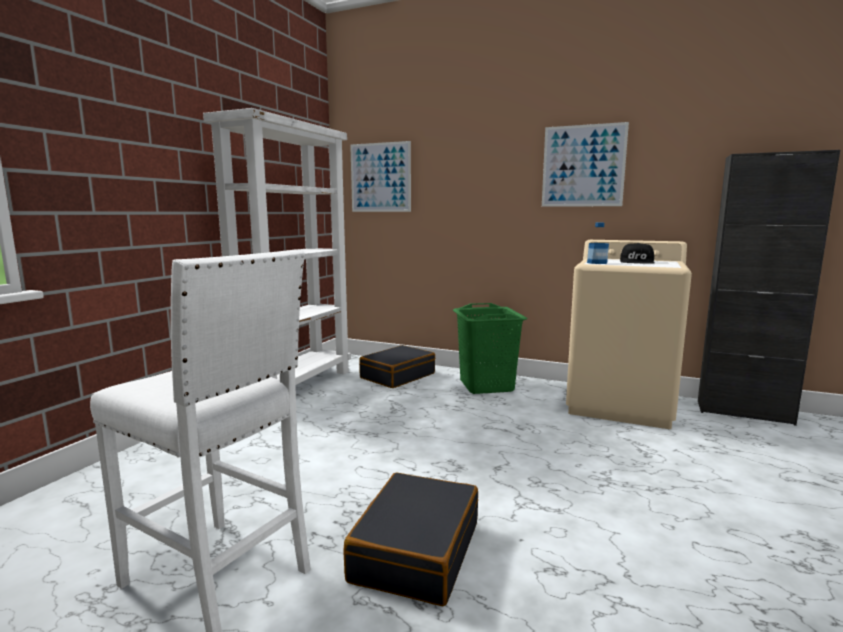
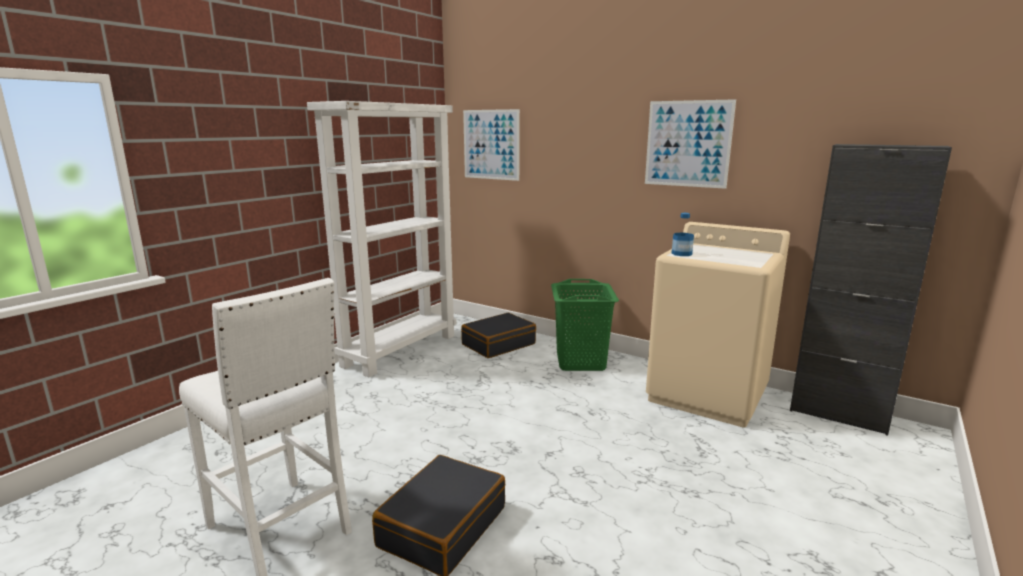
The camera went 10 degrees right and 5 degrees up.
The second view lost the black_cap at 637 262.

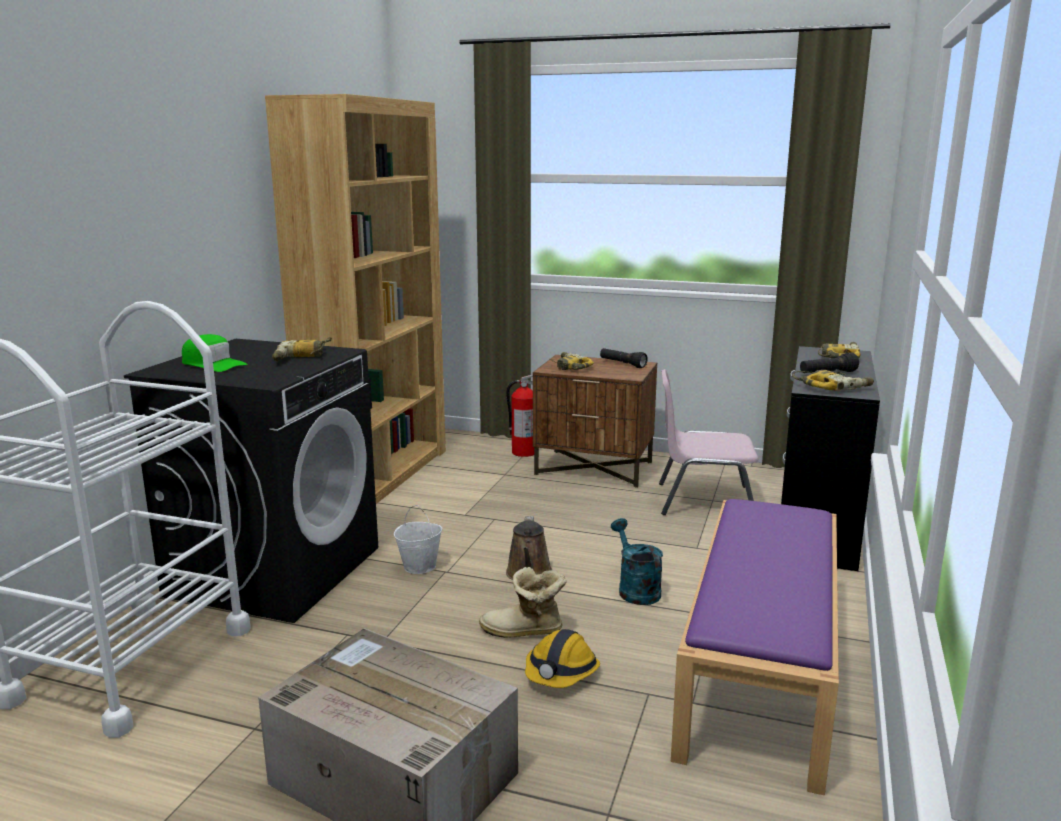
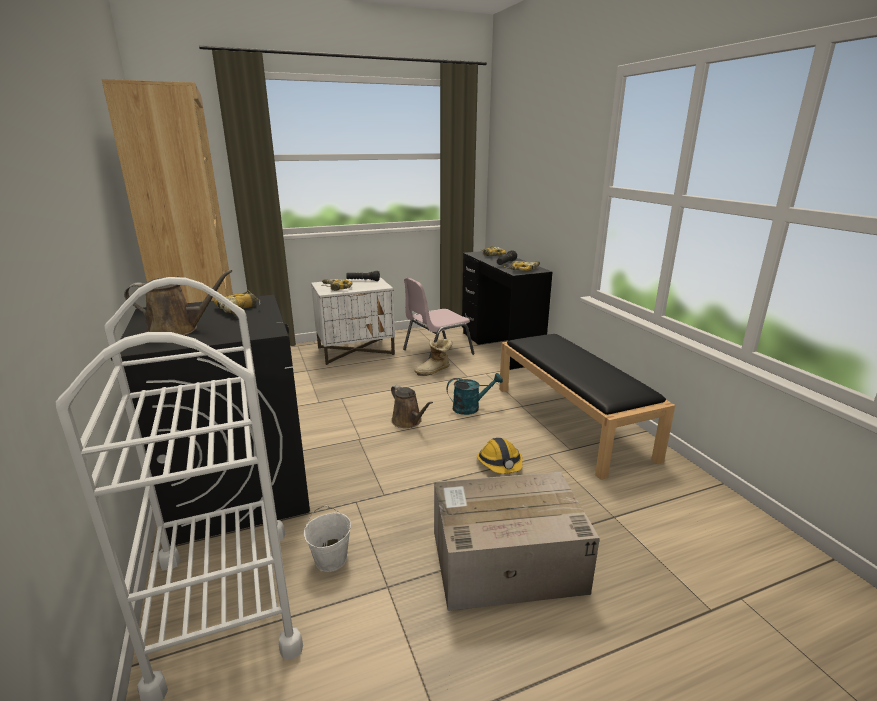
The camera went 40 degrees left and 5 degrees up.
Where the green_cap stood at 213 364, the brown_watering_can came to stand at 178 330.
What was the brown_nightstand at 594 468 turned into the white_nightstand at 356 351.
The second view lost the fire_extinguisher at 523 452.
What was the purple_bench at 761 668 turned into the black_bench at 572 421.
The white_bucket ended up elsewhere, having gone from 420 566 to 331 559.
The turquoise_watering_can at 635 589 ended up facing another way, 135 degrees clockwise from before.
The boot ended up elsewhere, having gone from 523 632 to 434 371.

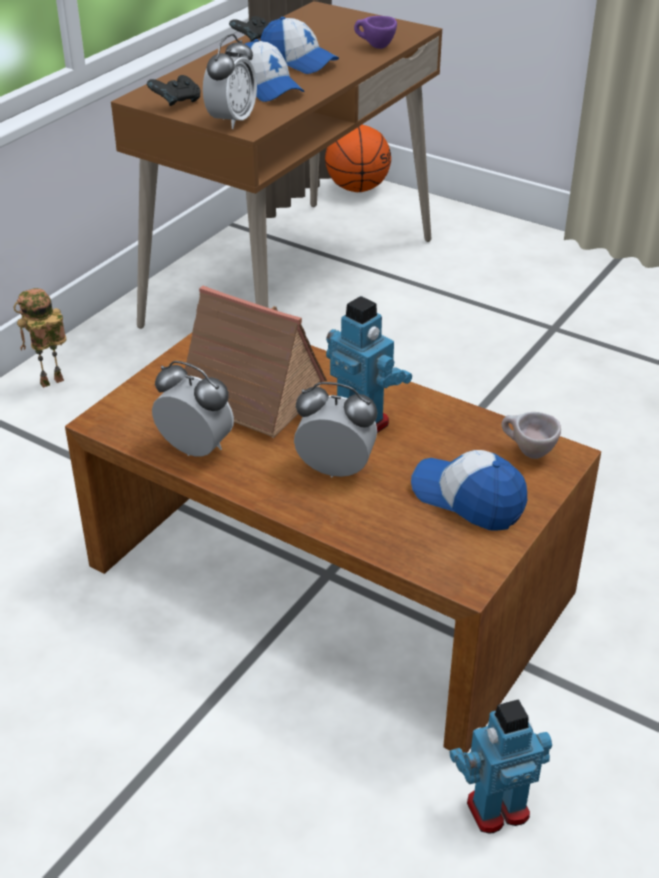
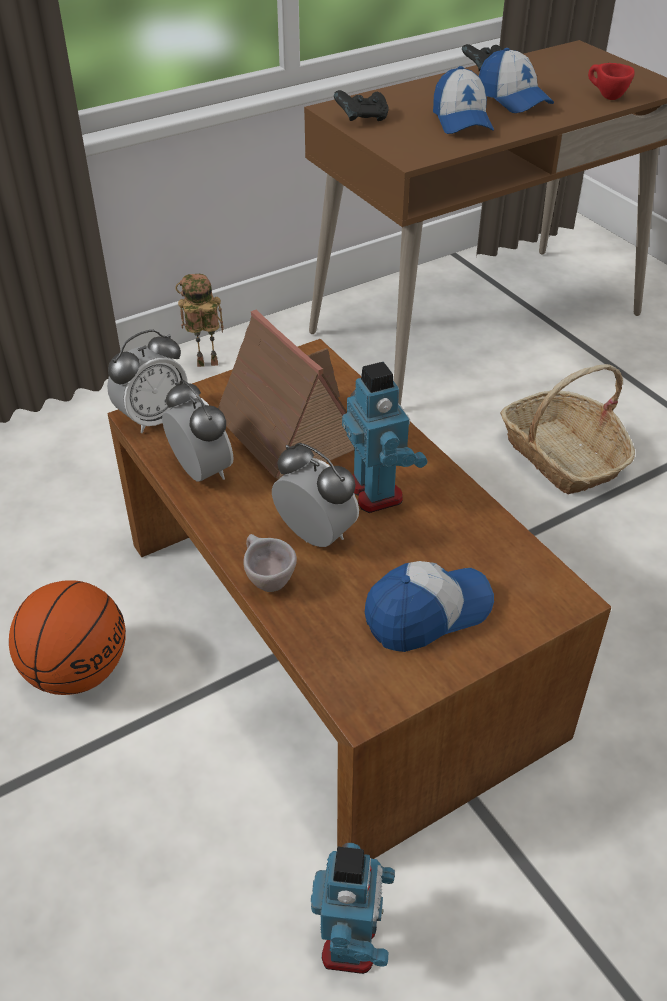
The camera went 25 degrees right and 5 degrees up.
What was the purple_cup at 374 46 turned into the red_cup at 606 97.
The alarm_clock ended up elsewhere, having gone from 232 121 to 153 418.
The basketball ended up elsewhere, having gone from 357 188 to 78 670.
The beige_cup ended up elsewhere, having gone from 527 452 to 266 580.
The cap at 468 499 ended up facing another way, 90 degrees clockwise from before.
The toy_robot at 496 807 ended up facing another way, 90 degrees clockwise from before.
The second view gained the basket at 562 456.

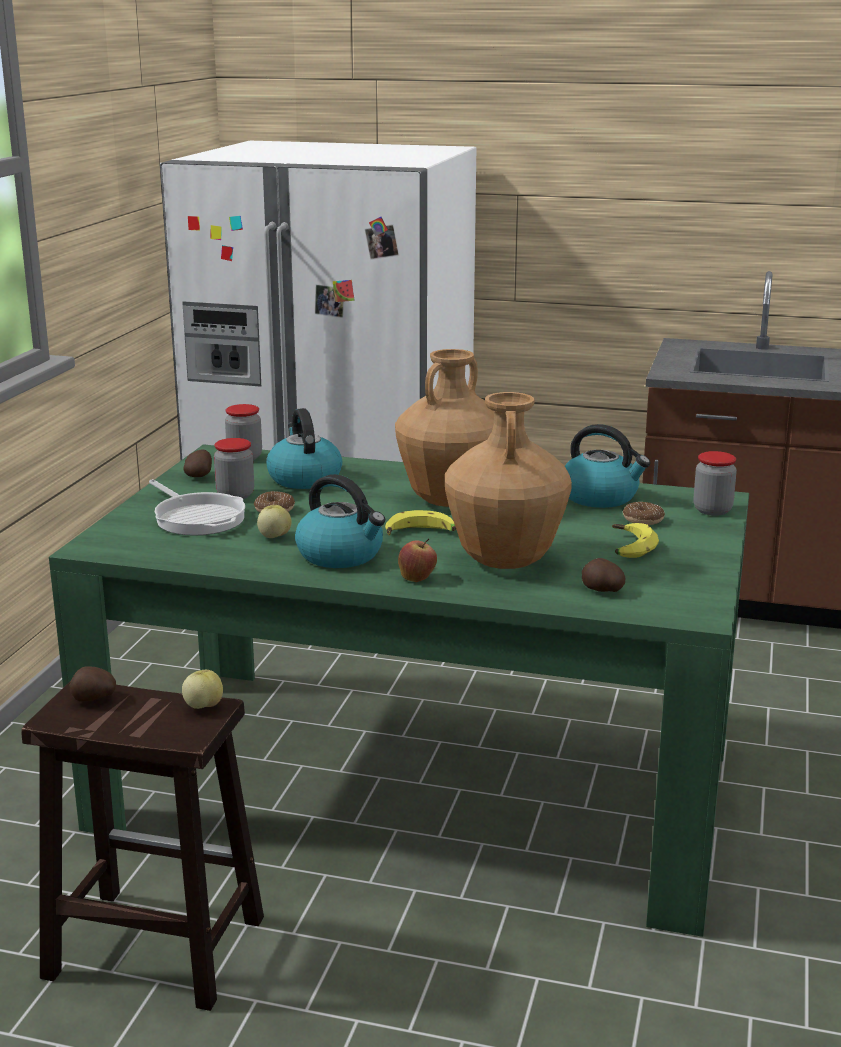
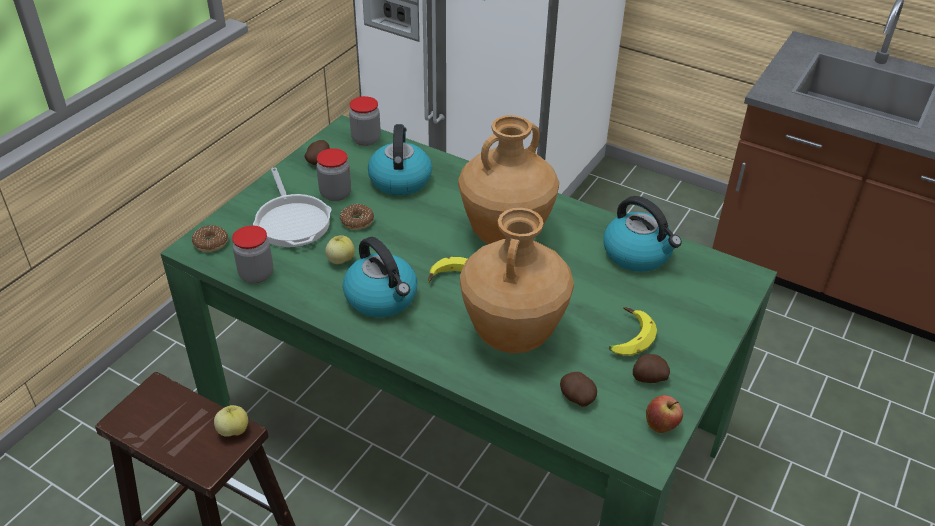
The camera went 15 degrees right and 20 degrees up.
The jar ended up elsewhere, having gone from 712 510 to 256 274.
The donut ended up elsewhere, having gone from 643 520 to 210 243.
The apple ended up elsewhere, having gone from 417 579 to 661 426.
The potato ended up elsewhere, having gone from 94 699 to 648 378.

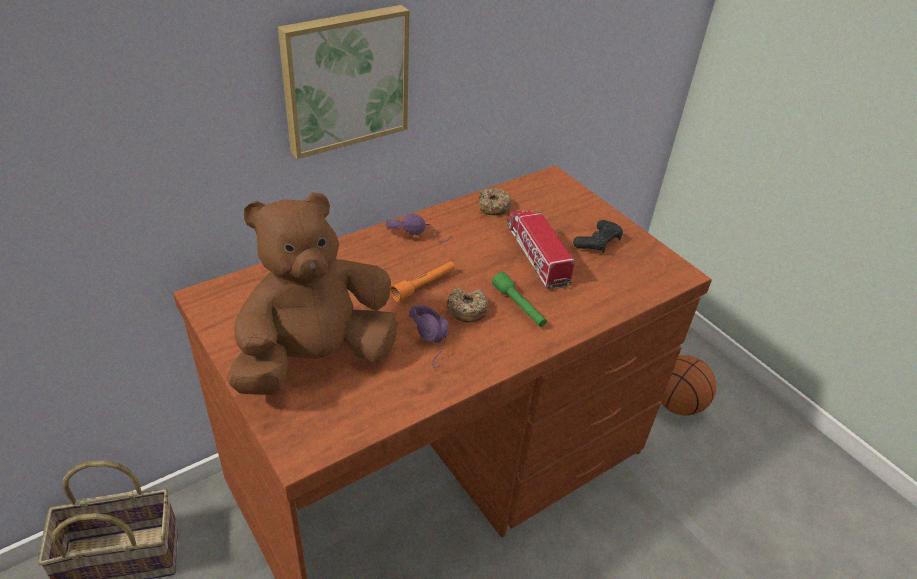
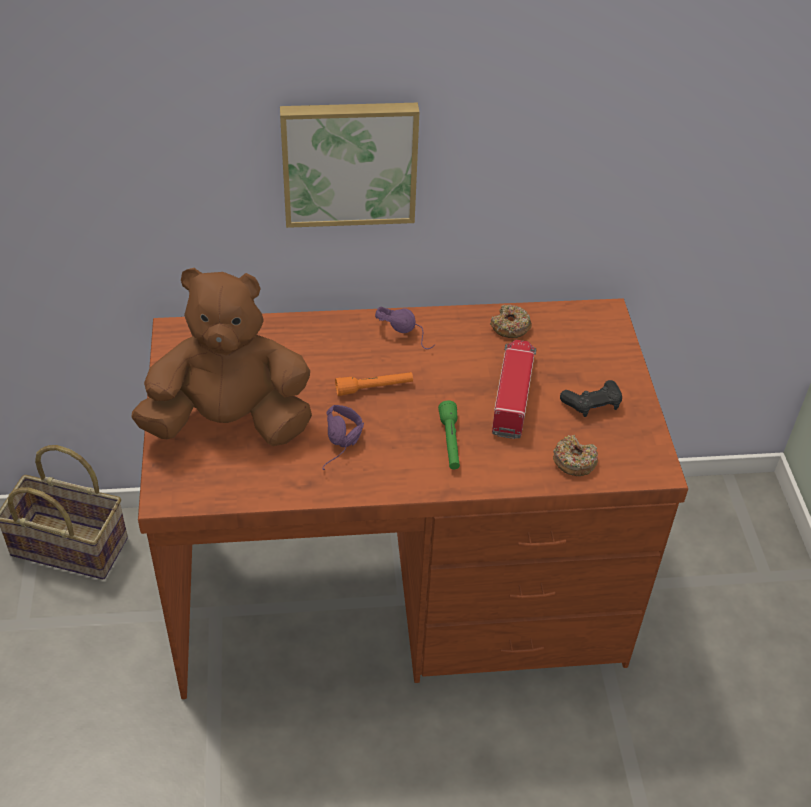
The camera went 30 degrees right and 5 degrees up.
The donut ended up elsewhere, having gone from 466 310 to 574 461.
The second view lost the basketball at 677 404.

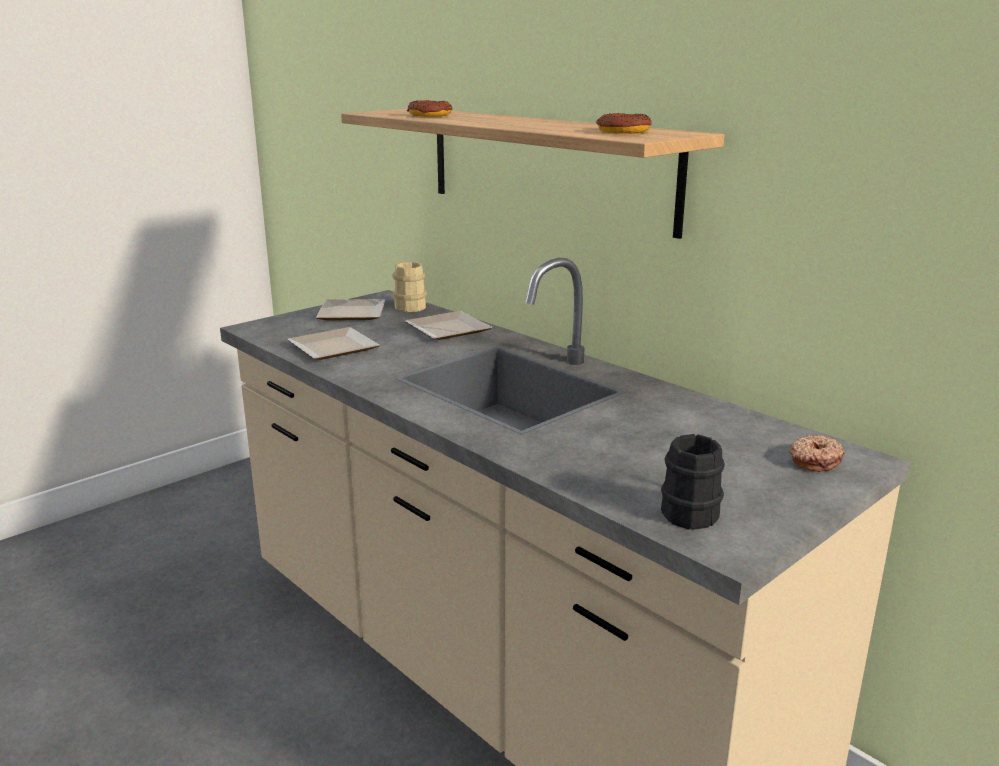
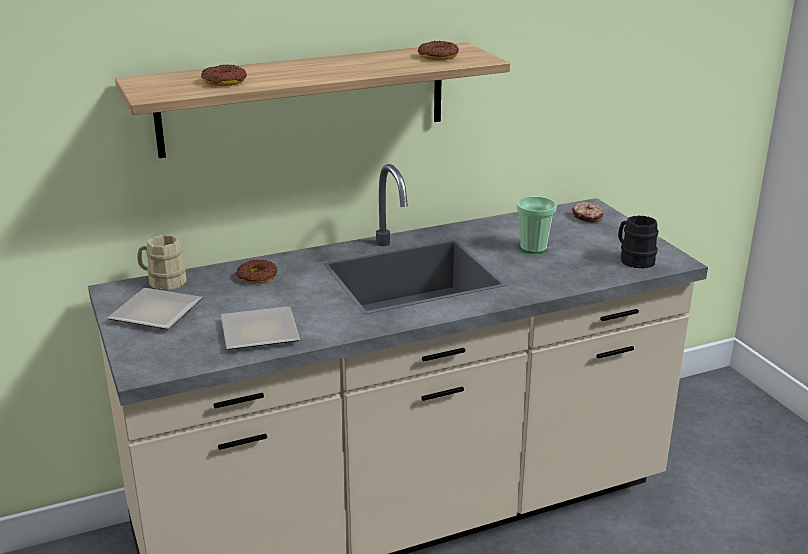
The camera went 70 degrees left and 5 degrees up.
Where the plate stood at 445 330, the donut came to stand at 257 277.
The second view gained the cup at 533 248.

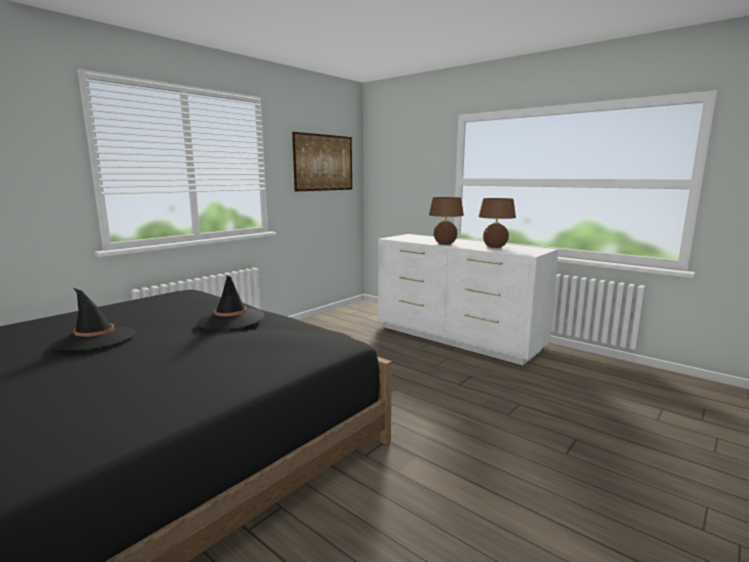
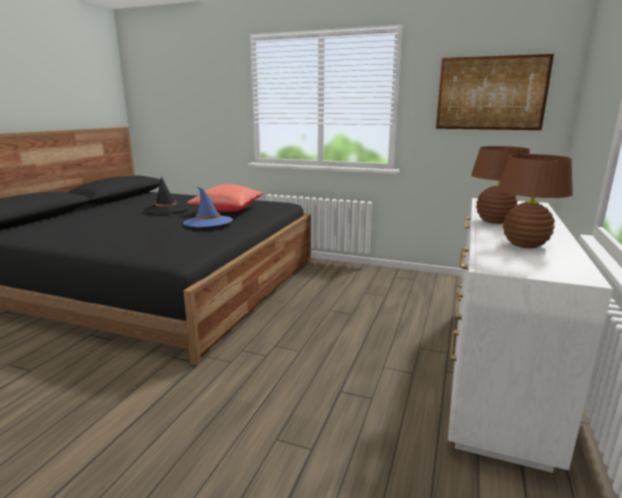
The camera went 70 degrees right and 5 degrees up.
What was the black_hat at 231 320 turned into the blue_hat at 208 222.
The second view gained the red_pillow at 227 210.

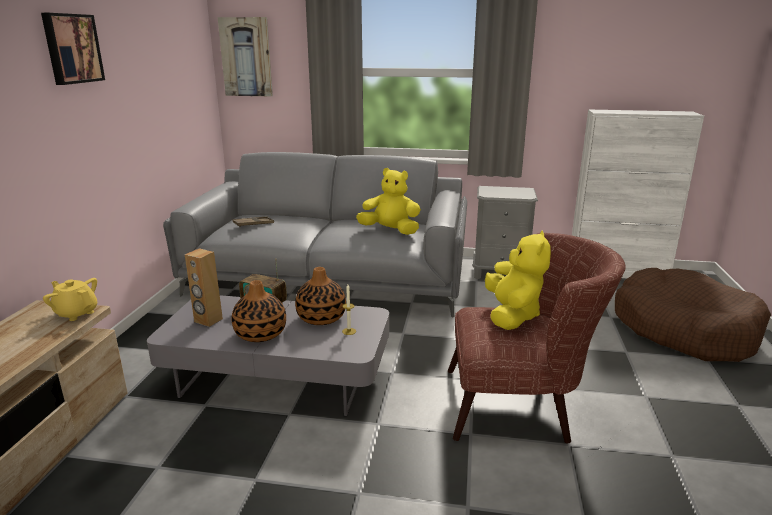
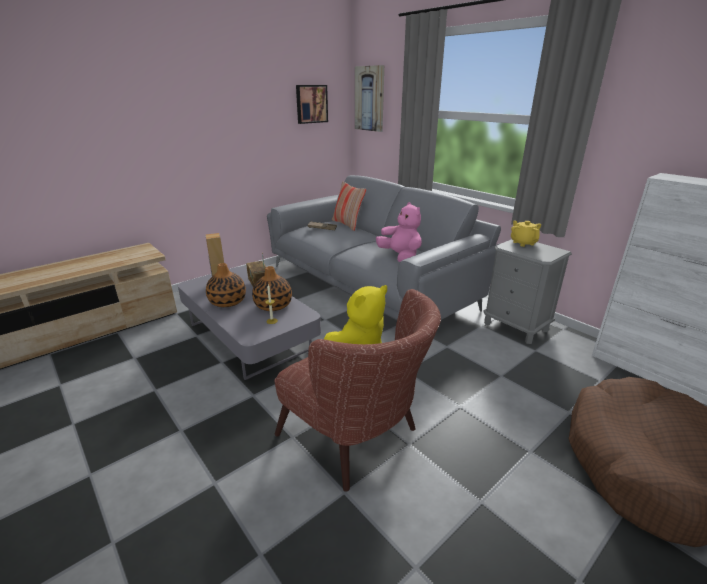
The camera went 40 degrees right and 5 degrees up.
The picture ended up elsewhere, having gone from 71 48 to 311 104.
What was the yellow_plush_toy at 390 231 turned into the pink_plush_toy at 400 257.
The yellow_teapot ended up elsewhere, having gone from 76 313 to 523 243.
The second view gained the pillow at 348 224.

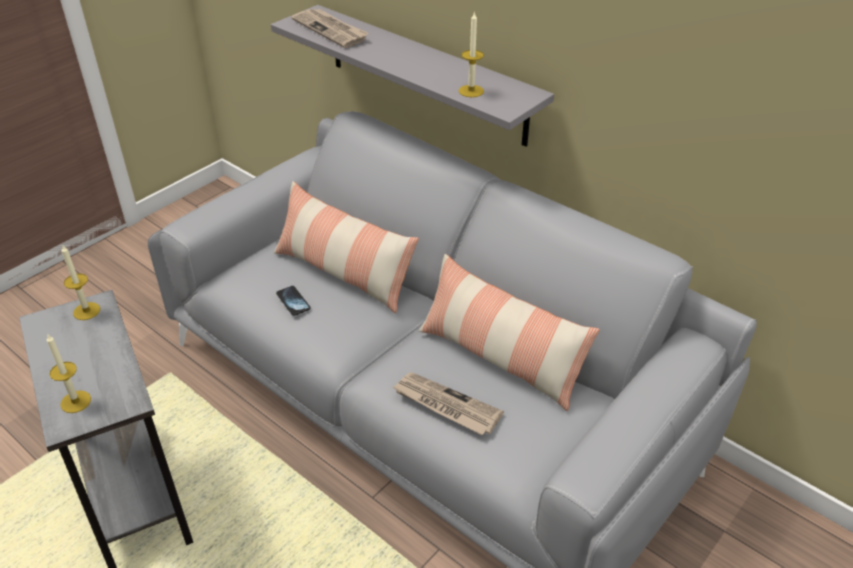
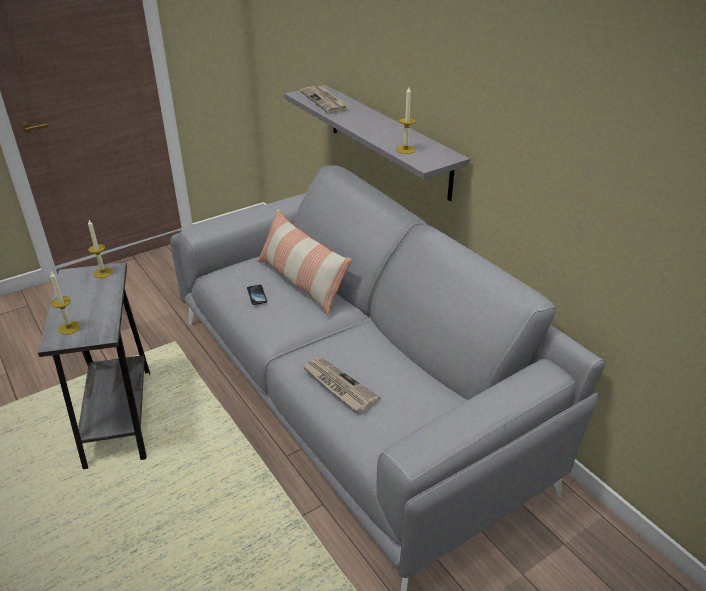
The camera went 15 degrees right and 5 degrees down.
The second view lost the pillow at 500 358.

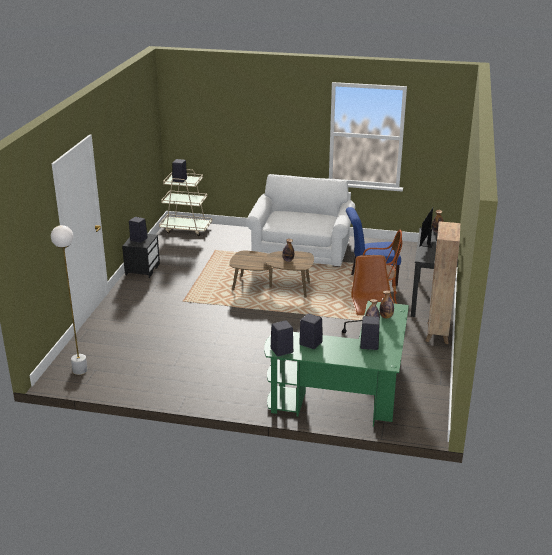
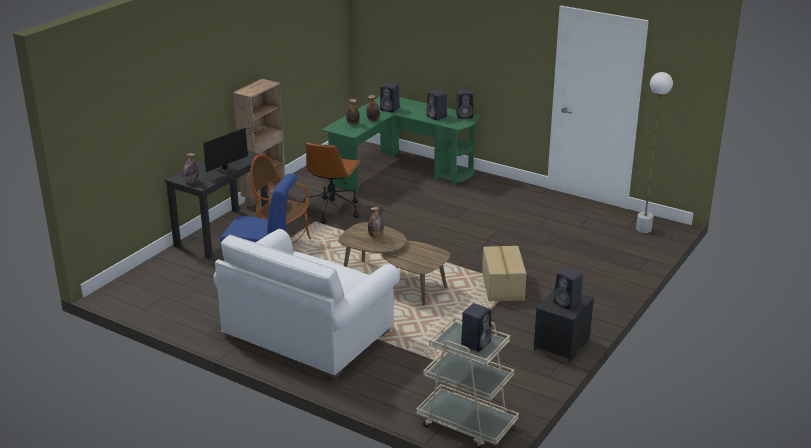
The camera went 160 degrees left and 0 degrees up.
The second view gained the cardboard_box at 502 286.

